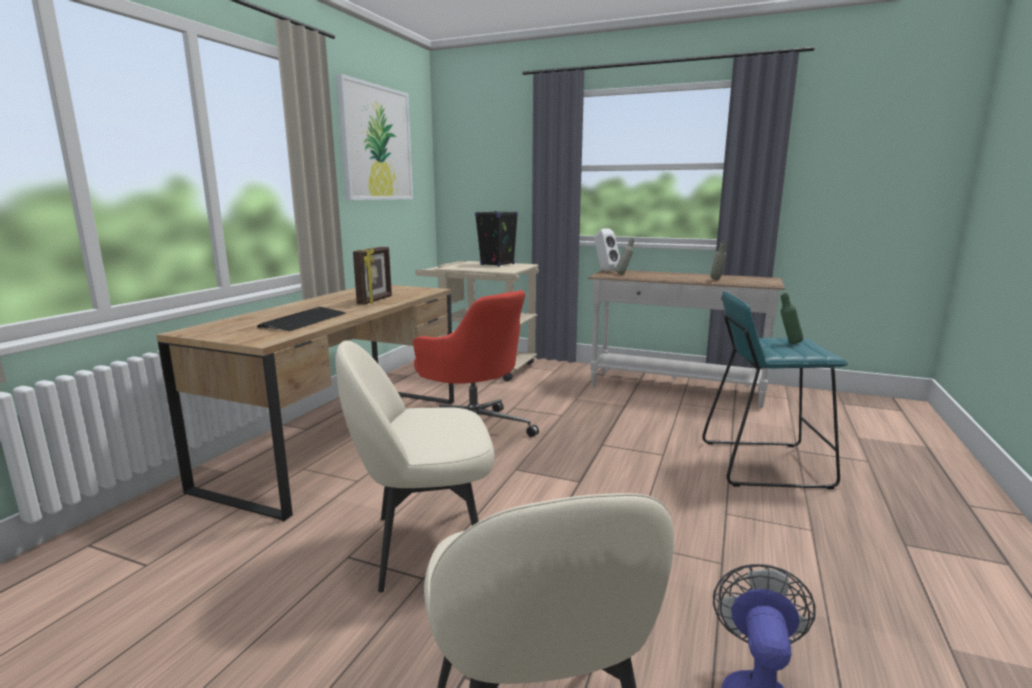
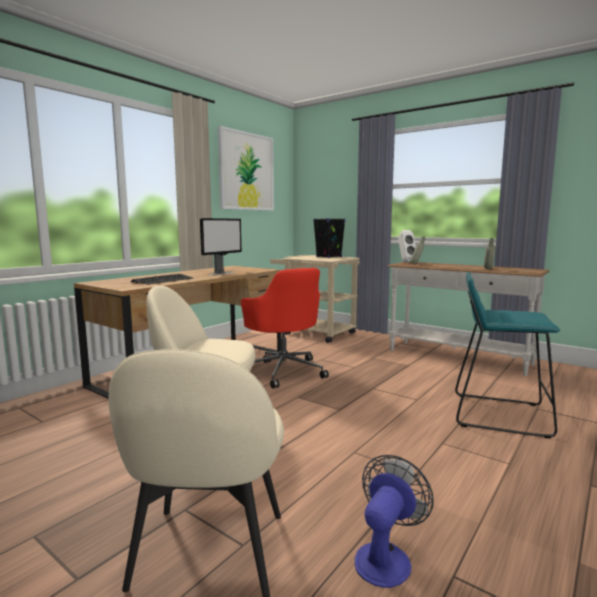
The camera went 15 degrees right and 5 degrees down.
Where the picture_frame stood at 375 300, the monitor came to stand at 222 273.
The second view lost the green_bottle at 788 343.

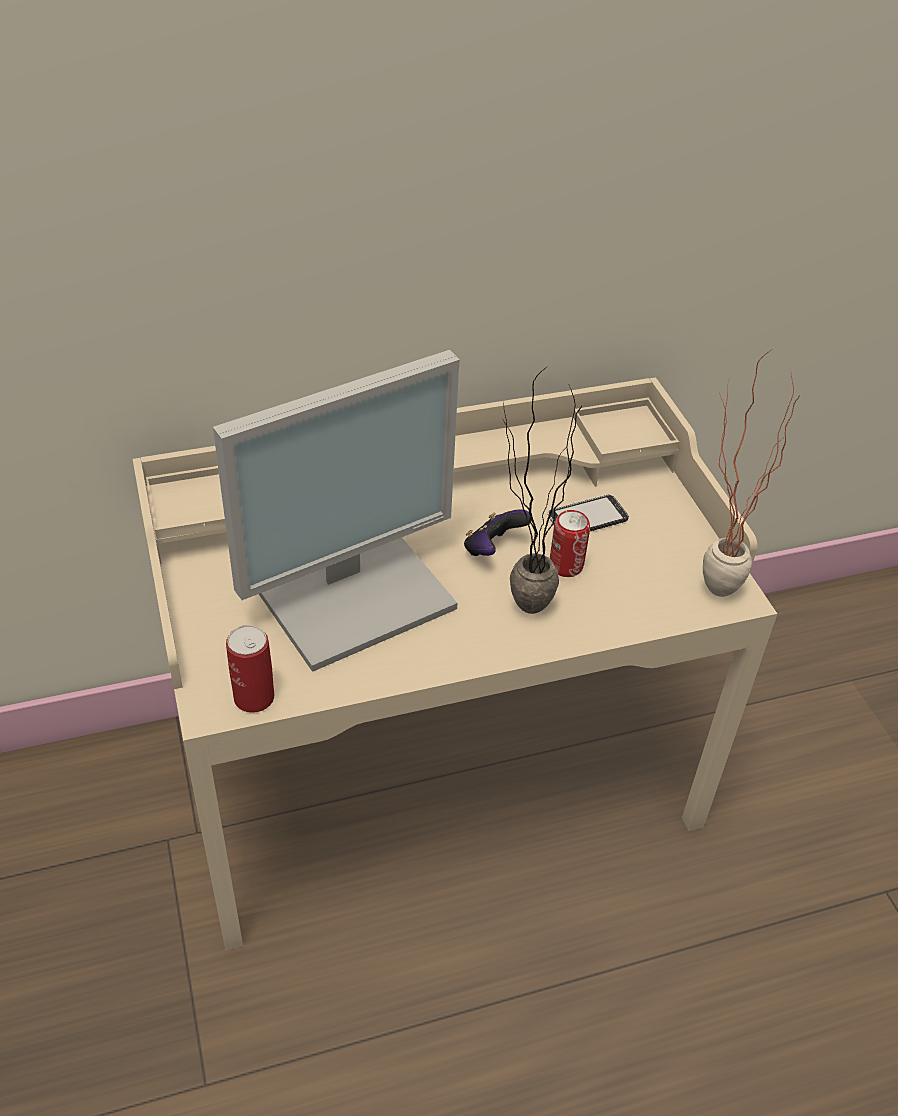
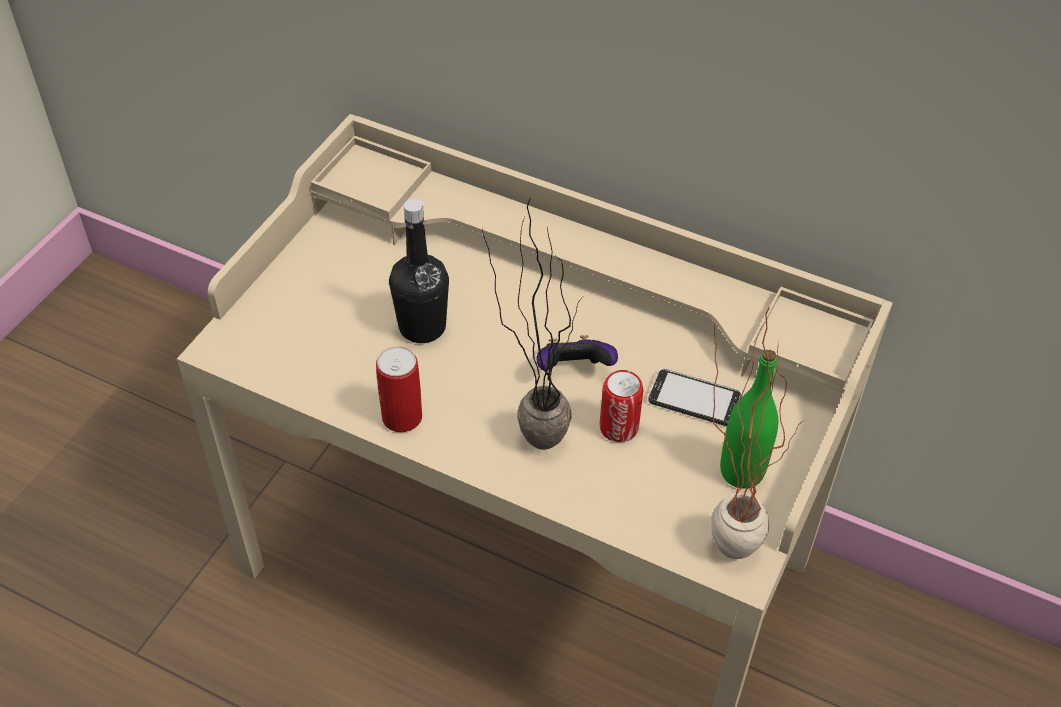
The camera went 45 degrees right and 5 degrees up.
Where the monitor stood at 352 589, the black_bottle came to stand at 422 327.
The can ended up elsewhere, having gone from 254 697 to 402 417.
The second view gained the green_bottle at 741 472.

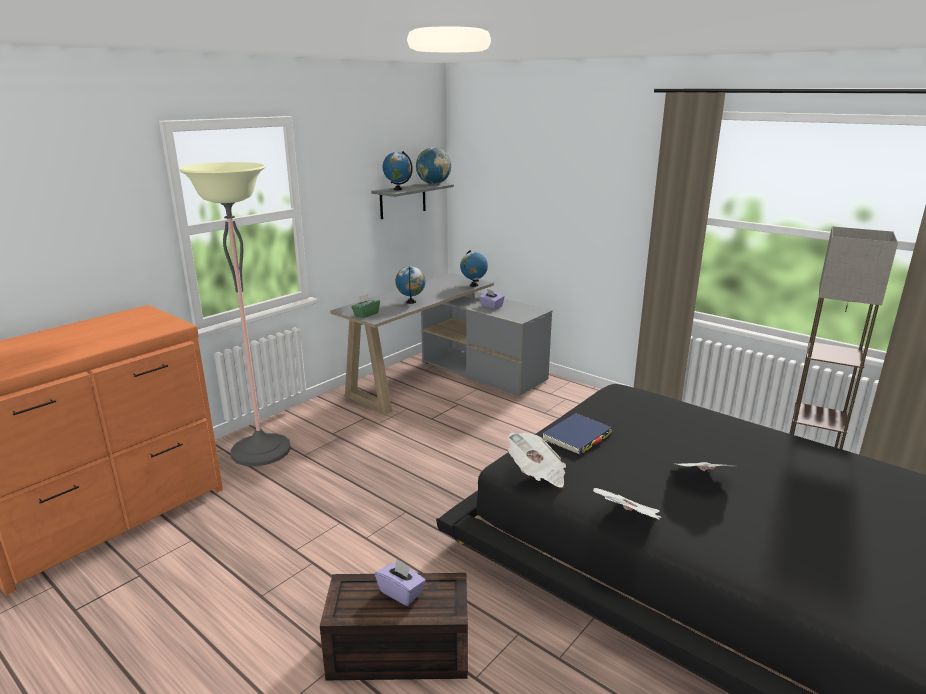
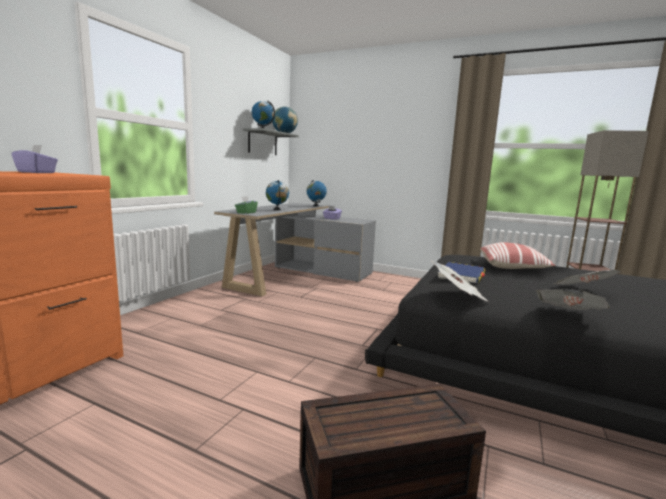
The camera went 15 degrees left and 10 degrees down.
The second view lost the floor_lamp at 261 450.
The purple_tissue_box ended up elsewhere, having gone from 401 592 to 37 172.
The second view gained the pillow at 513 267.

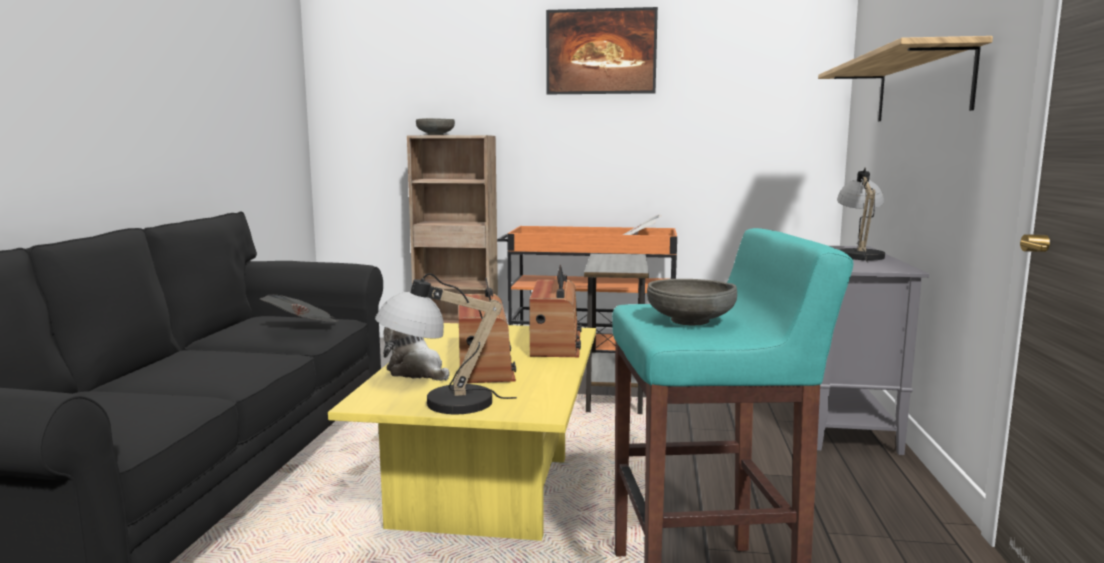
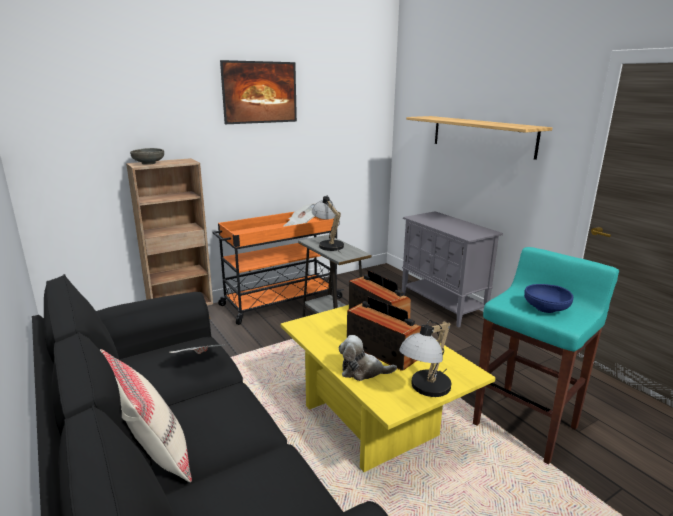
The camera went 40 degrees left and 10 degrees up.
The table_lamp ended up elsewhere, having gone from 858 255 to 328 244.
What was the grey_bowl at 690 321 turned into the blue_bowl at 546 309.
The second view gained the beige_pillow at 152 456.

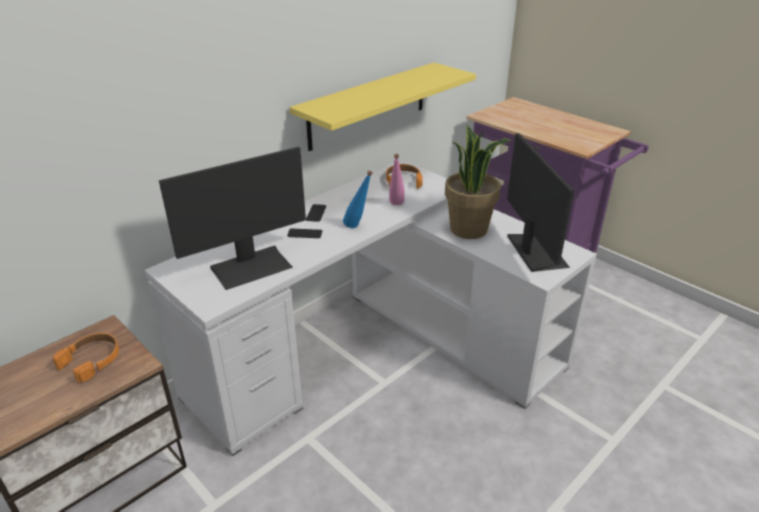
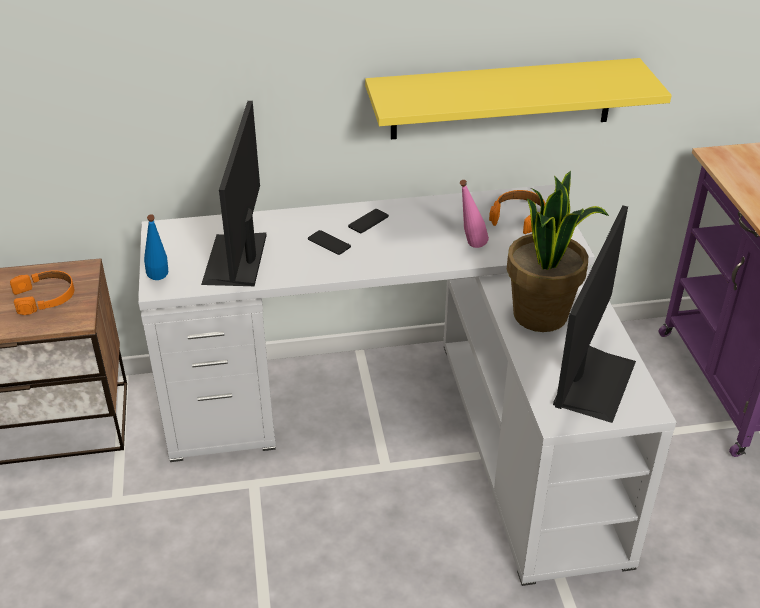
The camera went 35 degrees right and 5 degrees up.
The monitor at 251 266 ended up facing another way, 90 degrees clockwise from before.
The blue_bottle ended up elsewhere, having gone from 358 227 to 160 281.

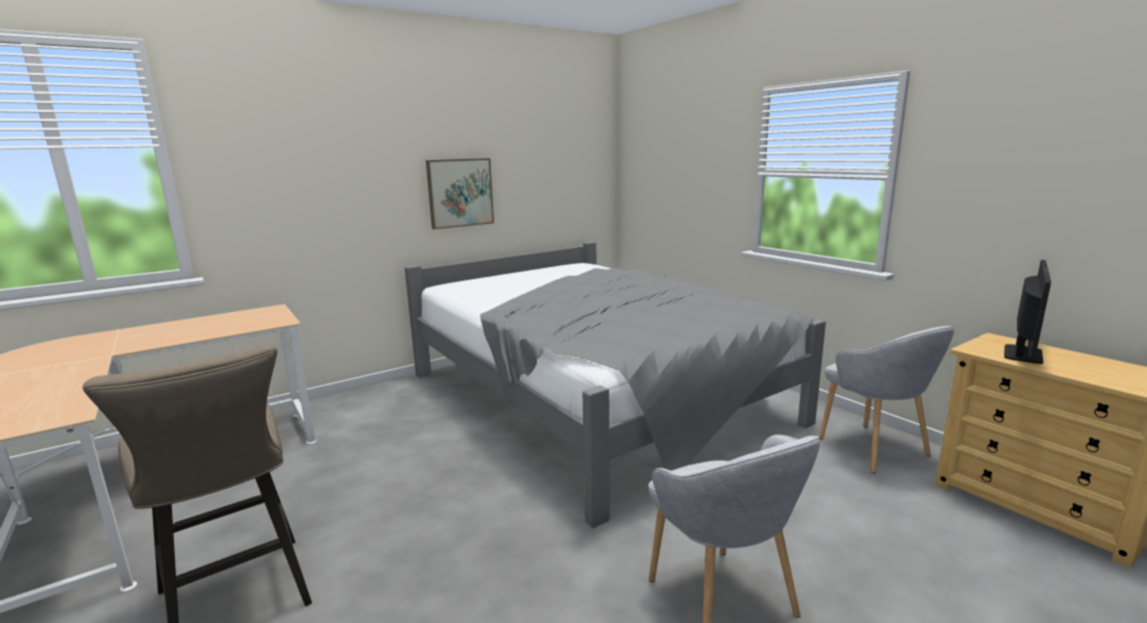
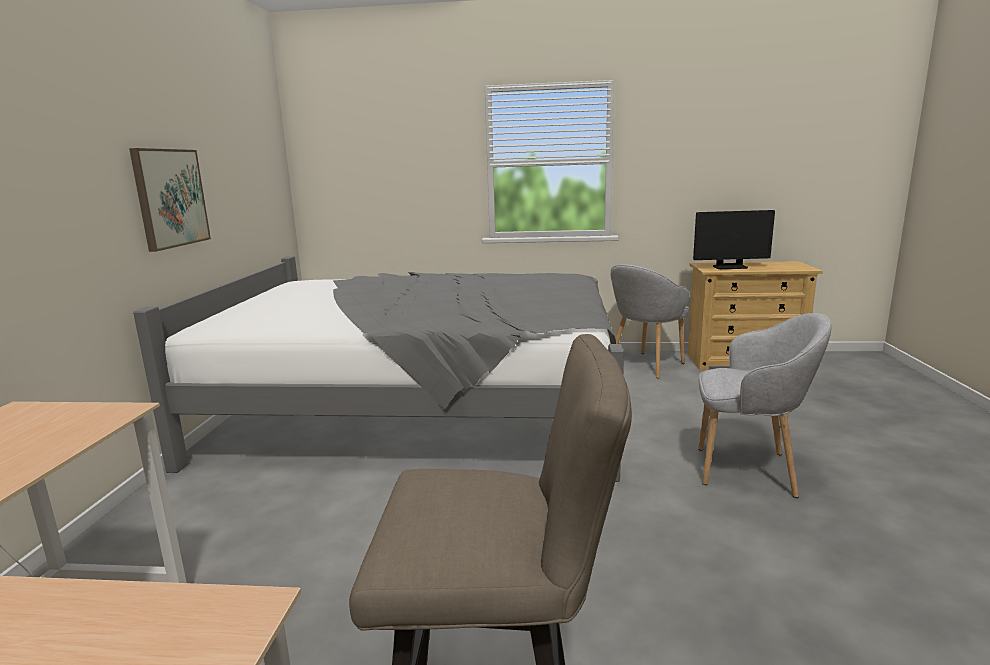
The camera went 50 degrees left and 0 degrees up.
The monitor at 1022 354 ended up facing another way, 105 degrees clockwise from before.
The grey_armchair at 874 449 ended up facing another way, 120 degrees clockwise from before.

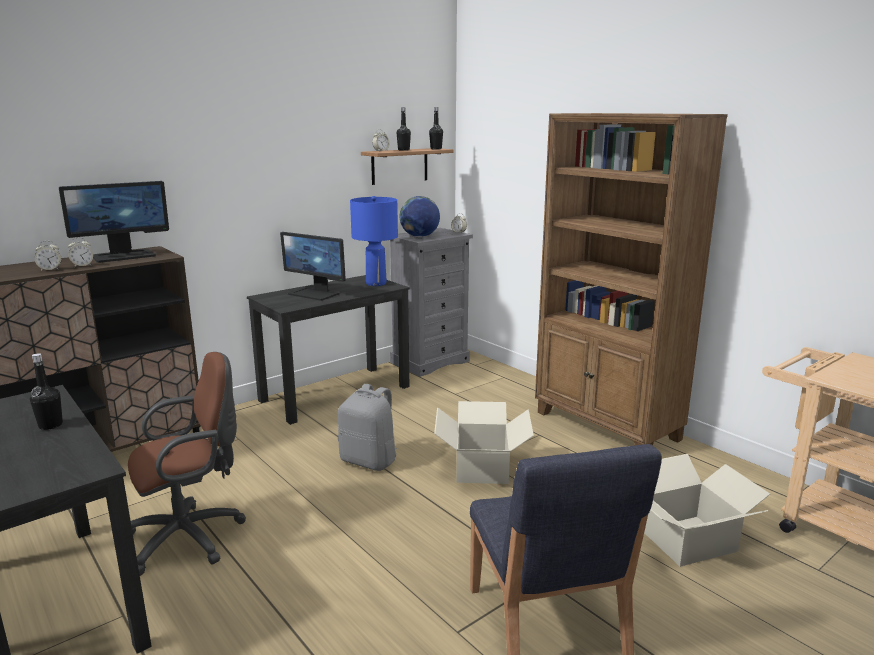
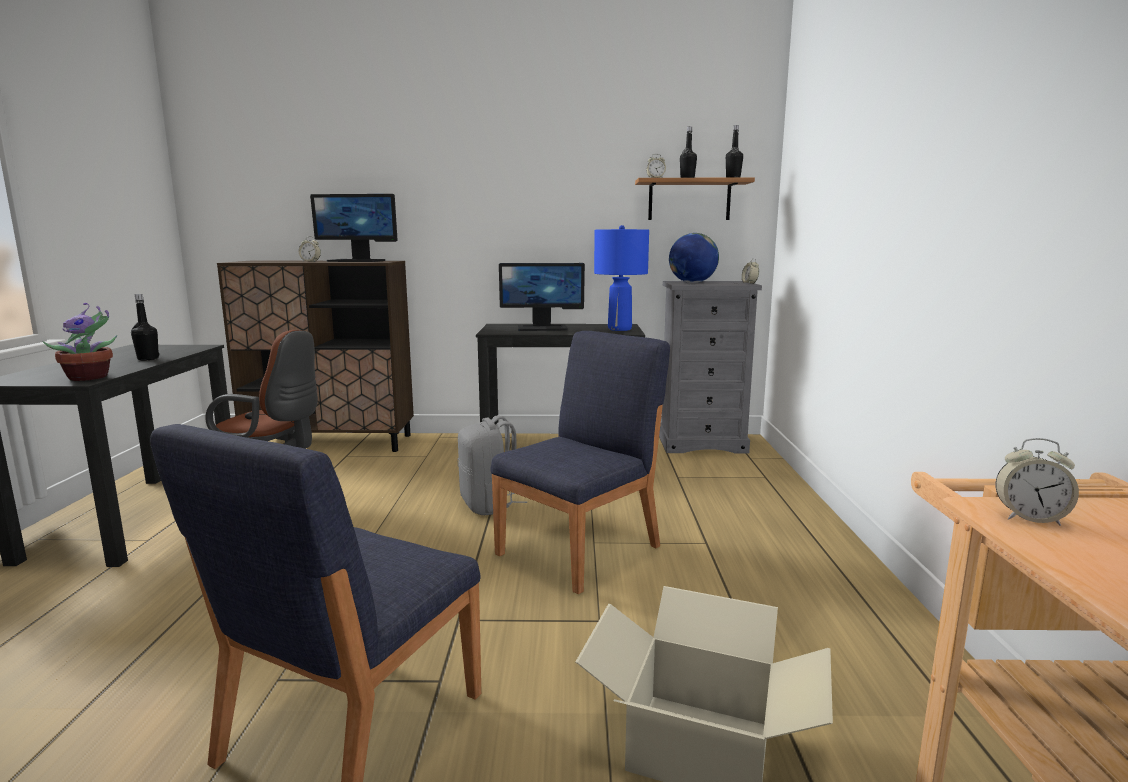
The camera went 40 degrees right and 5 degrees down.
The second view lost the brown_bookcase at 607 426.
The monitor at 314 294 ended up facing another way, 75 degrees counterclockwise from before.
The alarm_clock ended up elsewhere, having gone from 50 270 to 1029 518.
Where the cardboard_box stood at 482 467, the blue_chair came to stand at 581 549.
The second view gained the potted_plant at 91 377.

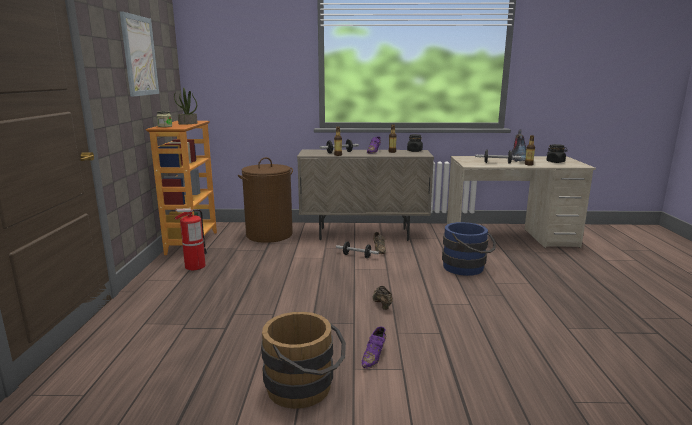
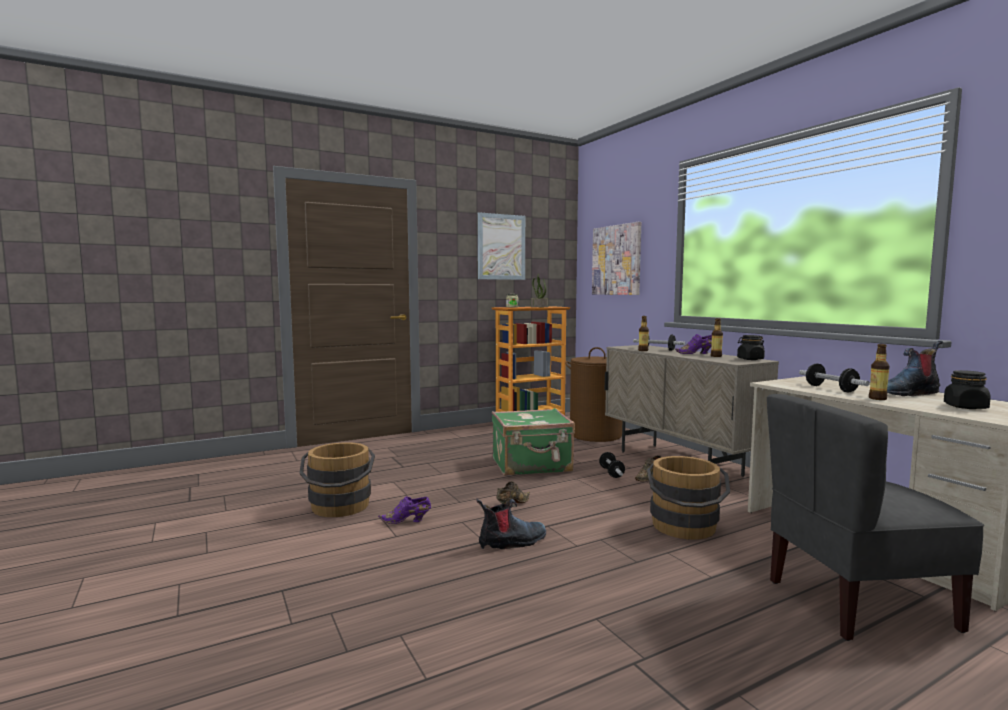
The camera went 60 degrees right and 10 degrees down.
The second view lost the fire_extinguisher at 195 266.
What was the blue_bucket at 467 268 turned into the brown_bucket at 685 529.
The second view gained the picture at 616 260.
The second view gained the grey_chair at 857 603.
The second view gained the green_suitcase at 532 465.
The second view gained the boot at 512 542.

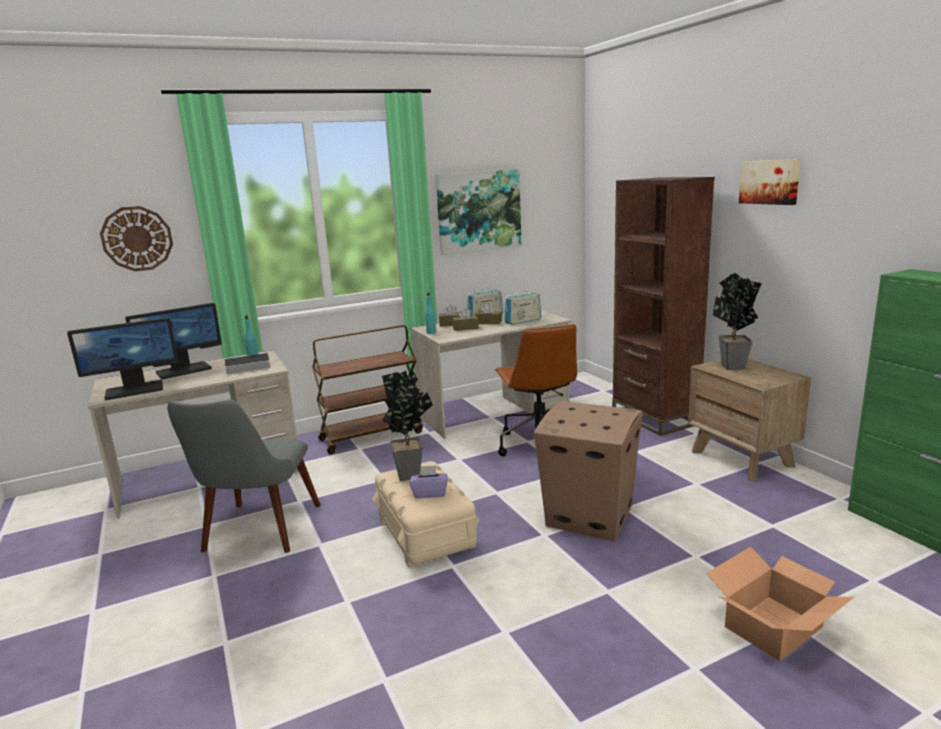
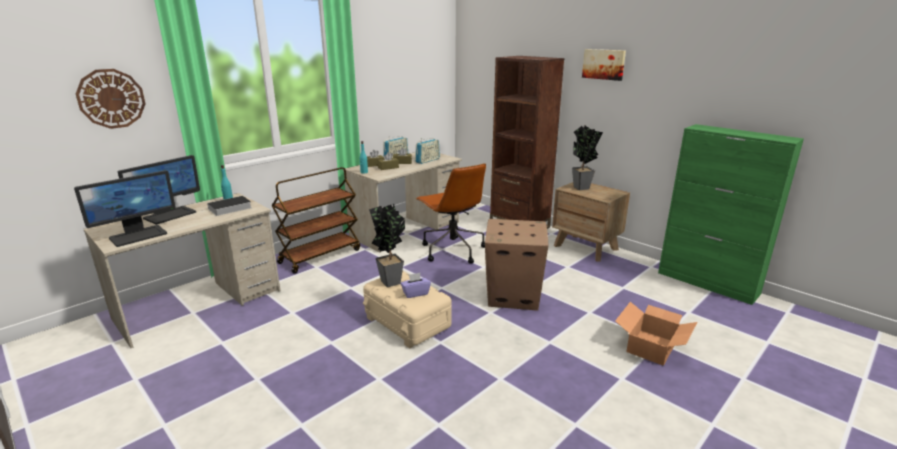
The camera went 20 degrees left and 5 degrees up.
The second view lost the picture at 479 211.
The second view lost the grey_chair at 256 535.

